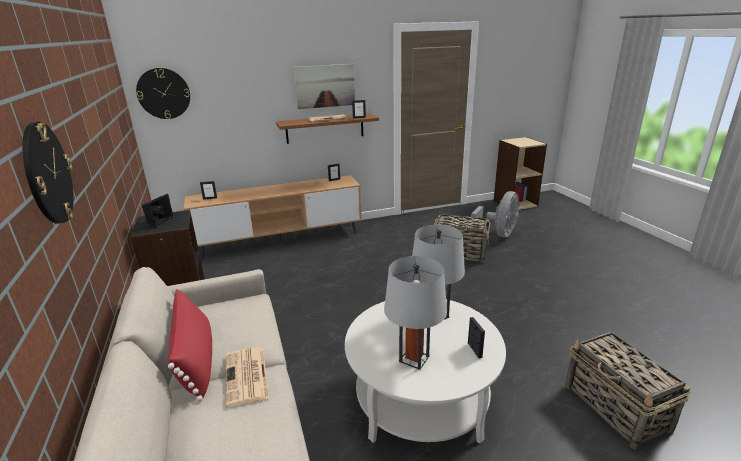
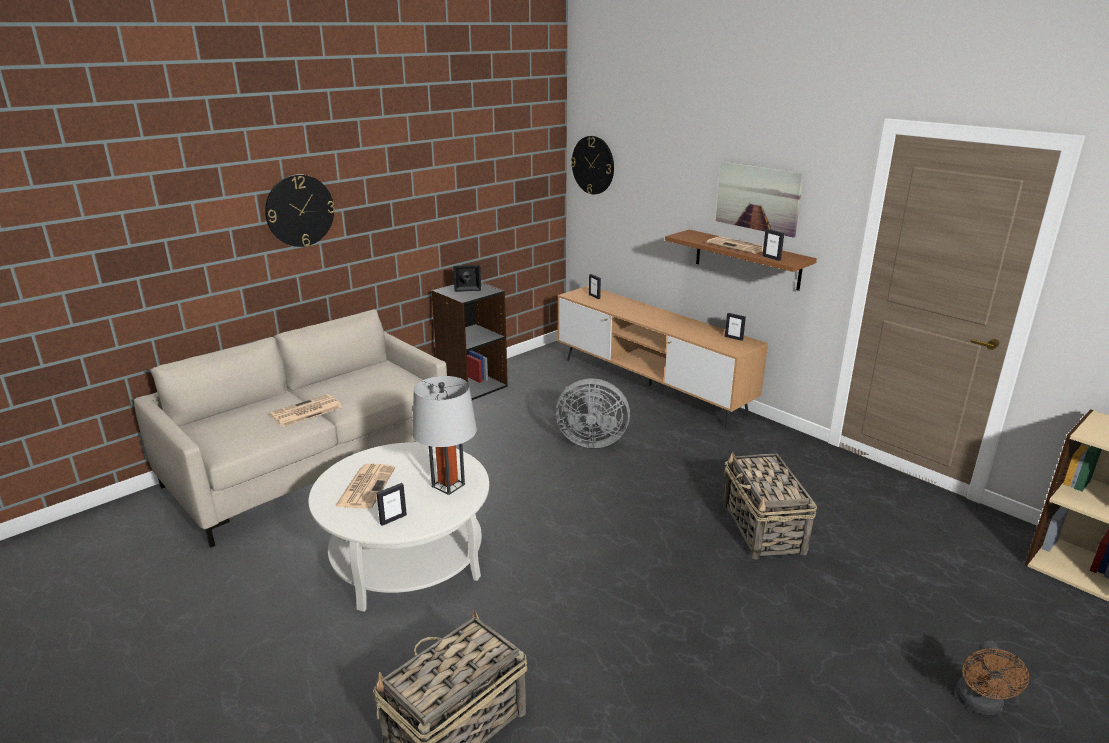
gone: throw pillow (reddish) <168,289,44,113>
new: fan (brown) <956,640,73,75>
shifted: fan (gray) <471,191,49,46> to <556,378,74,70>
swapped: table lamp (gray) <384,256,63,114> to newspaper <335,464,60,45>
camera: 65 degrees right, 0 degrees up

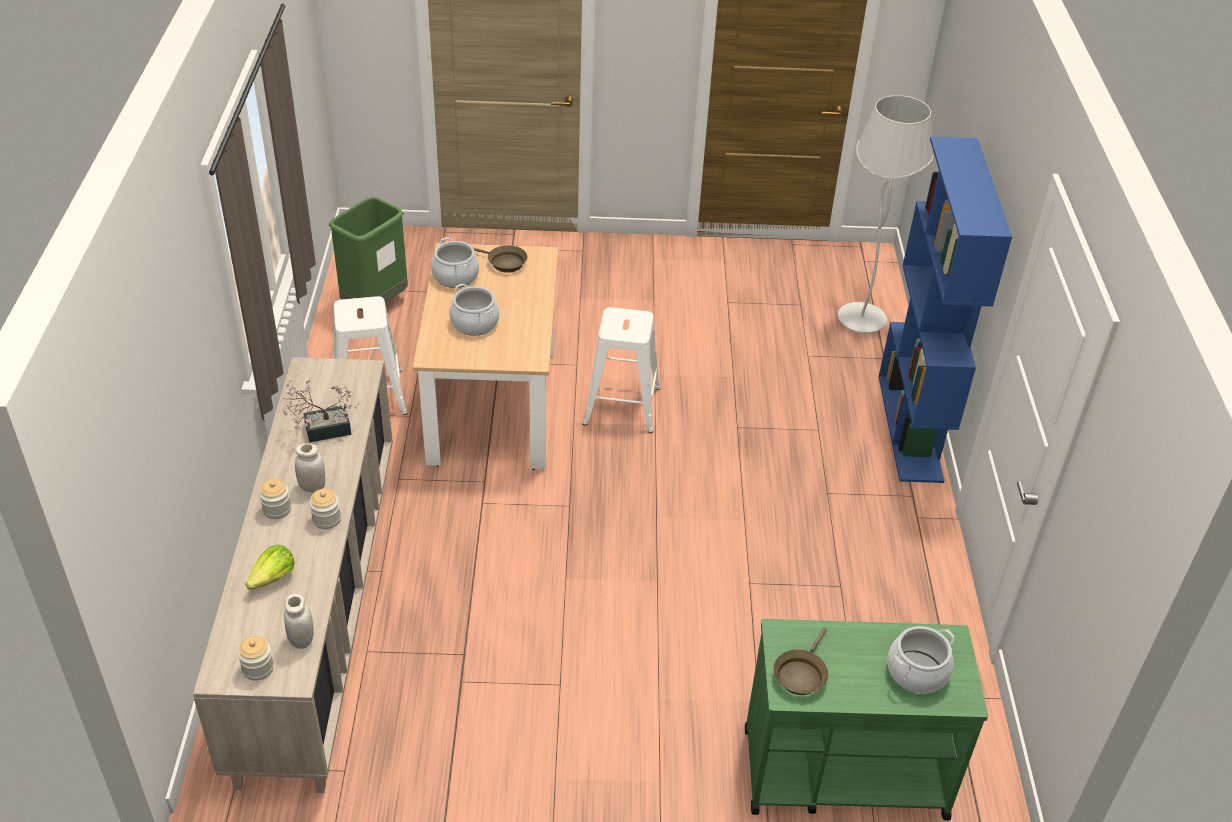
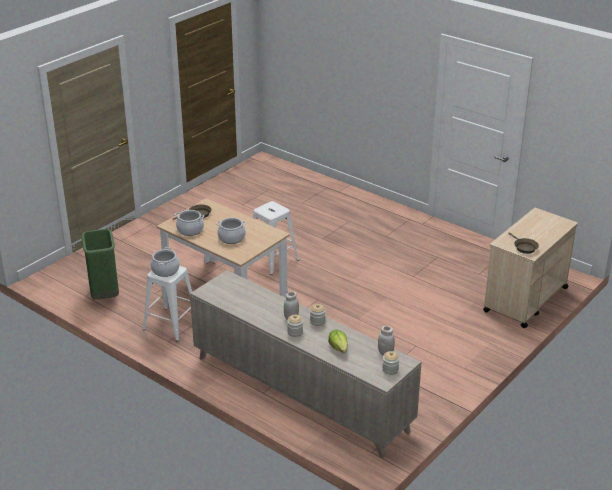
gone: standard lamp (whitish) <838,95,96,239>; shelving unit (blue-coloured) <879,136,133,347>; houseplant <283,380,76,63>
shifted: stockpot <887,626,68,68> to <151,247,29,30>
repainted: trolley (green) <745,619,243,202> to trolley (beige) <483,208,95,120>
camera: 50 degrees left, 10 degrees down

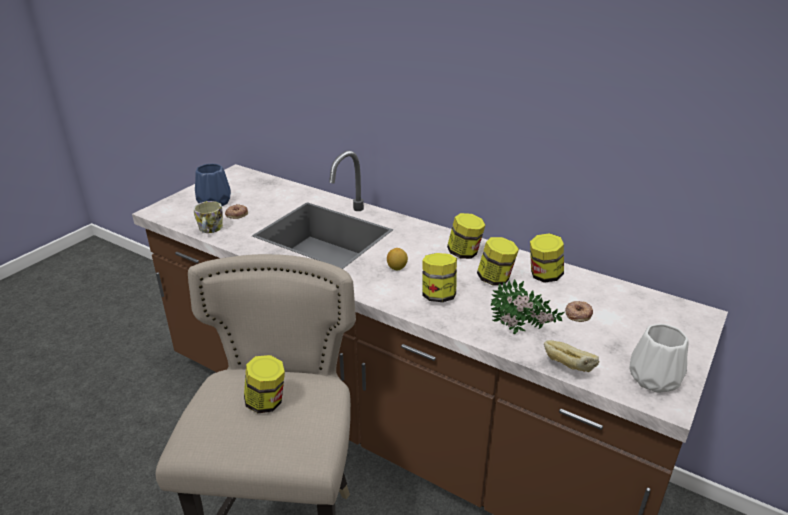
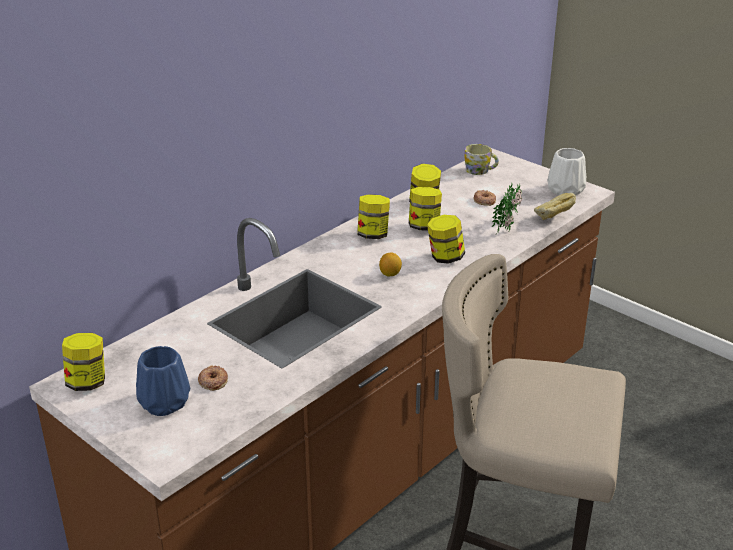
shifted: tea mug <193,201,30,32> to <464,144,35,31>; storage jar <244,355,41,58> to <62,333,43,58>
camera: 80 degrees left, 0 degrees up

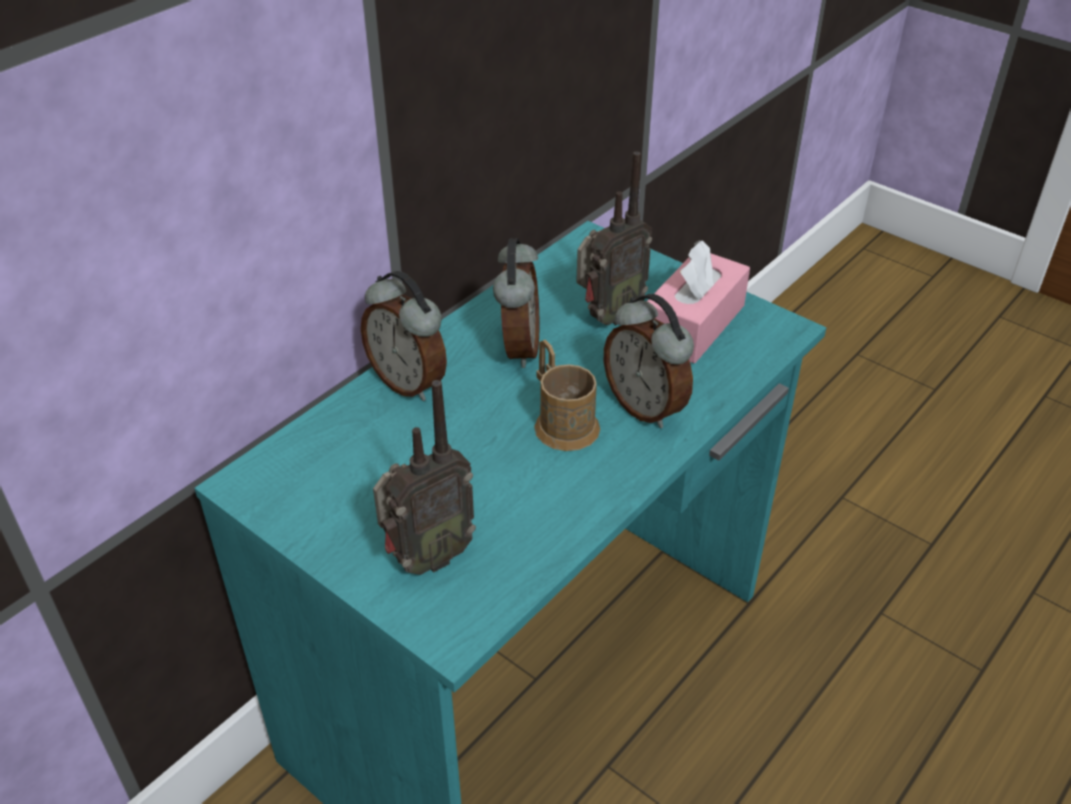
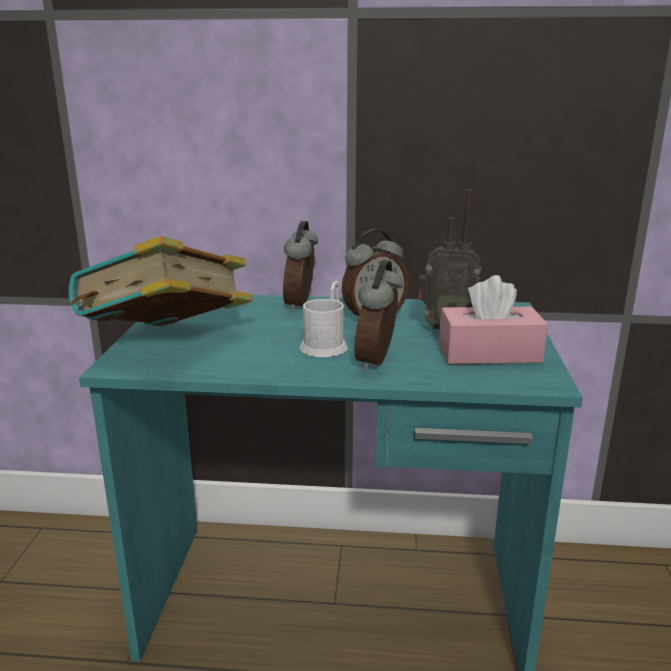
swapped: radio set <373,380,103,195> to book <69,235,183,91>
repainted: tea mug (brown) <534,339,66,112> to tea mug (whitish) <299,281,49,76>
camera: 55 degrees right, 20 degrees down

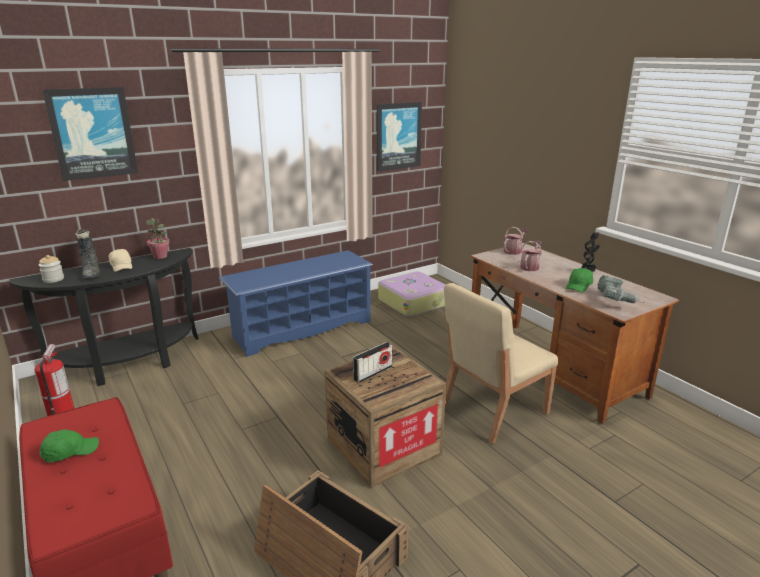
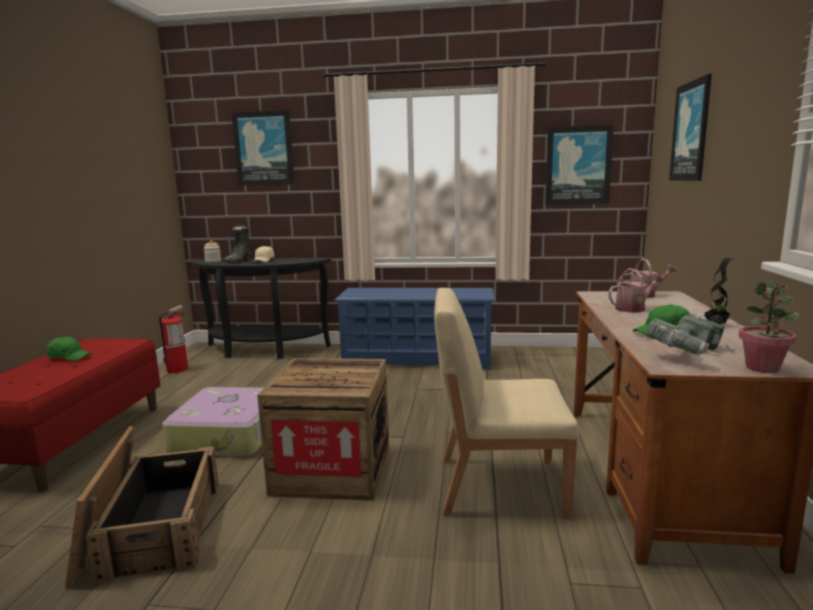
gone: radio set <353,342,39,41>
new: wall picture <669,74,43,107>
shifted: houseplant <146,218,24,41> to <739,280,60,93>; suitcase <378,272,68,45> to <162,387,102,70>
camera: 40 degrees right, 10 degrees down

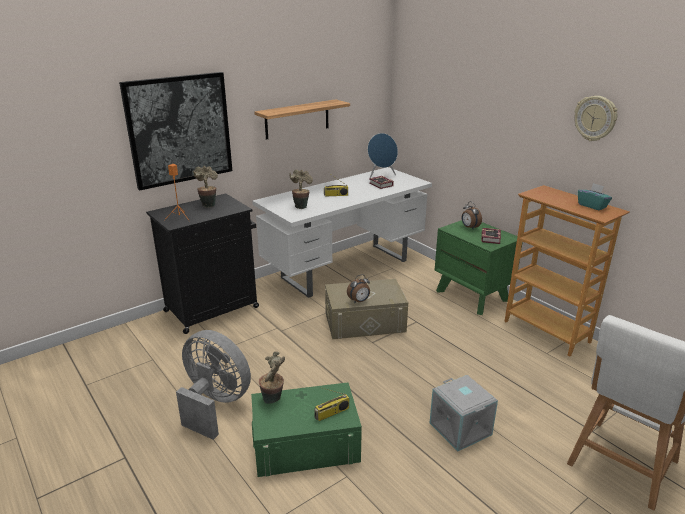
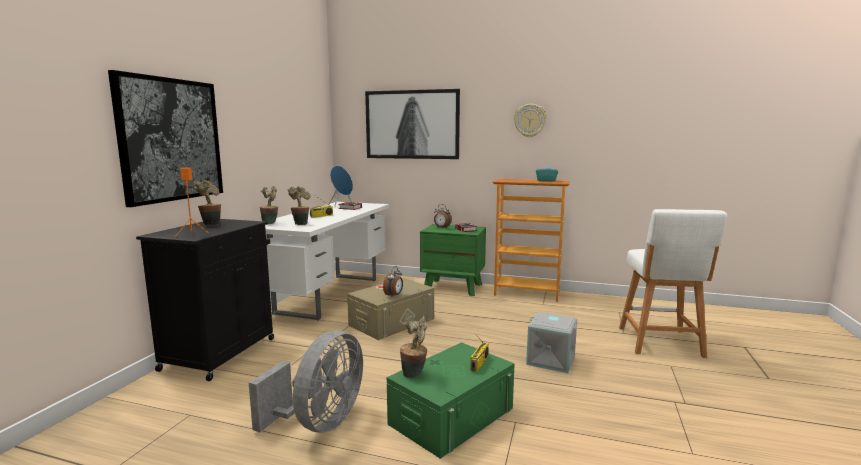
gone: wall shelf <254,99,96,41>
new: wall picture <365,89,95,70>; houseplant <260,186,18,39>
rotated: fan (gray) <176,330,75,110> = <249,330,114,103> 120 degrees clockwise
camera: 35 degrees left, 15 degrees down

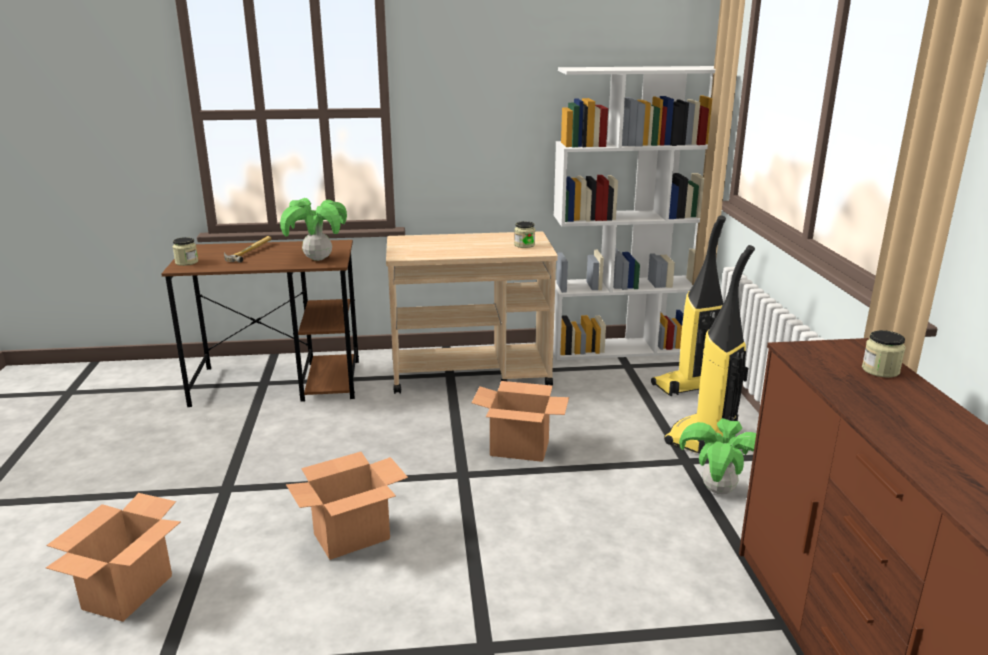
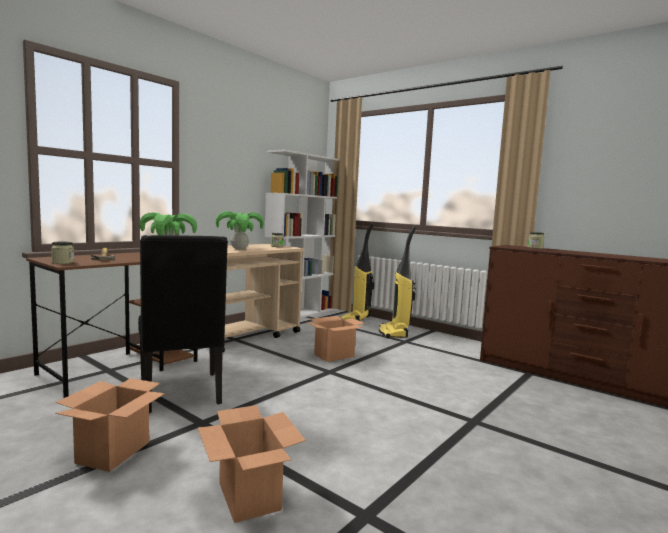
new: chair (black) <138,235,90,178>
shifted: houseplant <679,418,77,76> to <216,211,48,39>; cardboard box <286,452,122,108> to <55,378,110,94>
camera: 45 degrees left, 15 degrees down

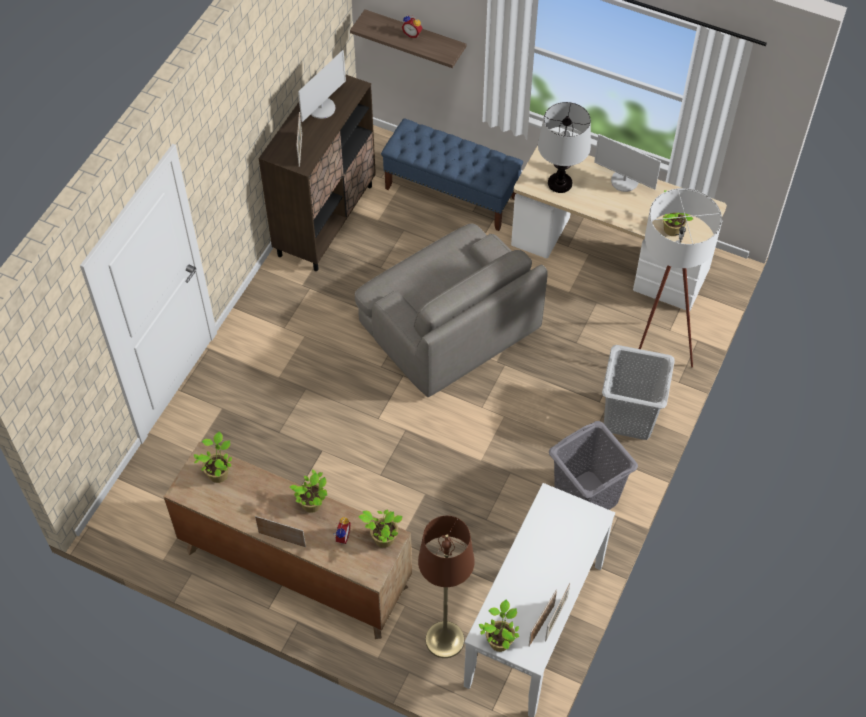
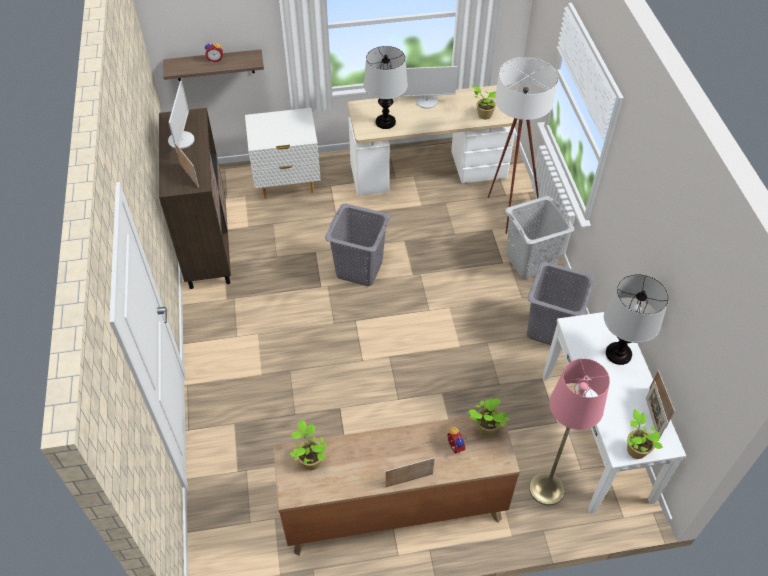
gone: houseplant <290,470,37,43>
new: table lamp <604,274,65,91>
swapped: indoor bench (blue-coloured) <381,118,142,113> to nightstand (whitish) <245,108,76,91>; lounge chair (gray) <355,224,193,173> to laundry basket (gray) <325,204,66,82>
repainted: standard lamp (brown) <418,516,57,142> to standard lamp (pink-coloured) <529,358,81,148>
camera: 35 degrees left, 5 degrees down

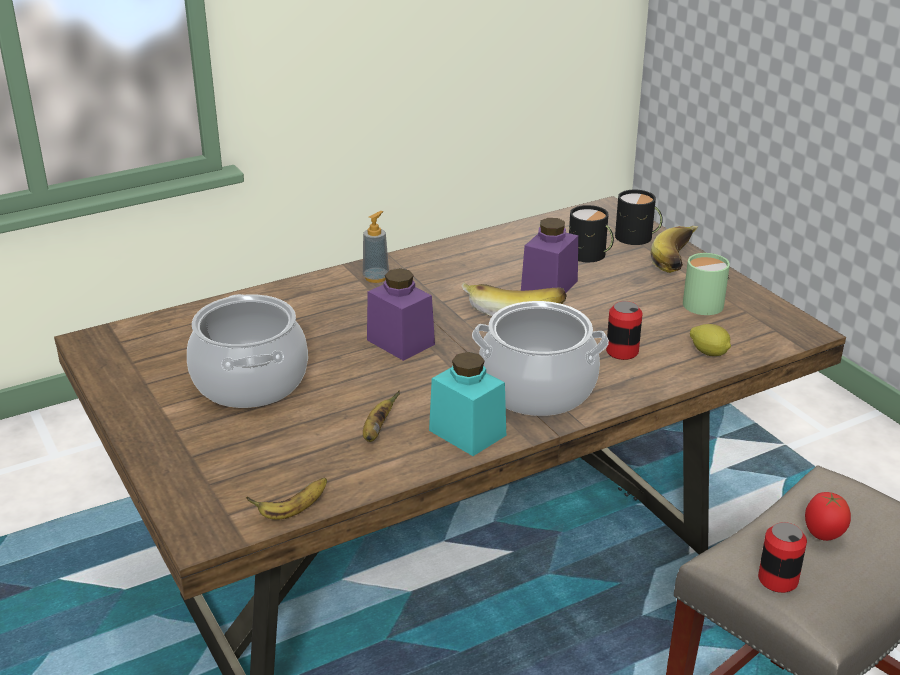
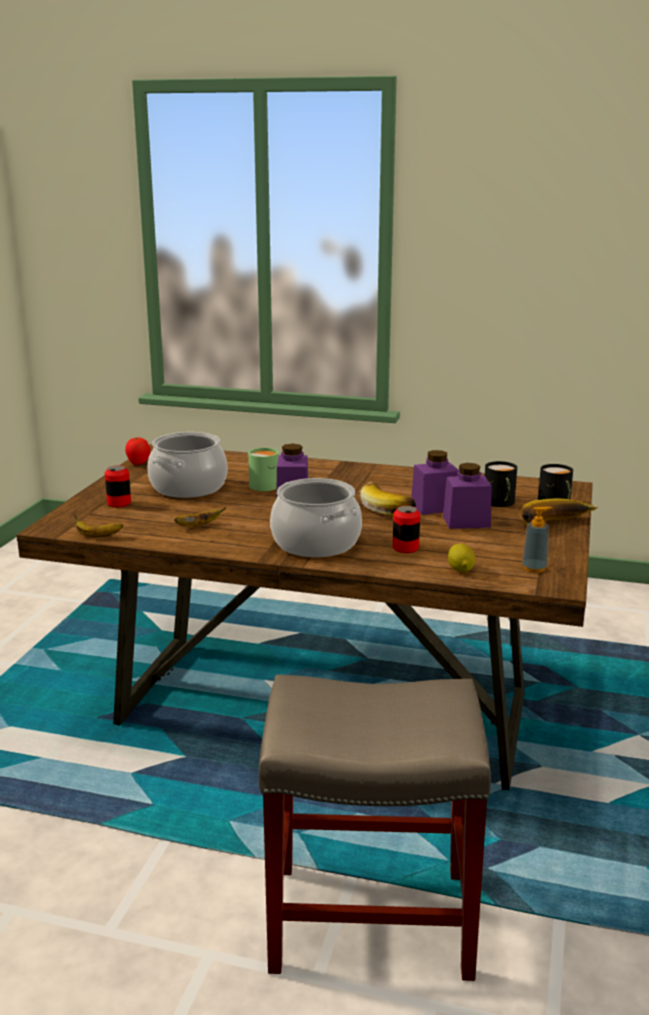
gone: storage jar (blue-green) <429,352,77,104>
new: storage jar (purplish) <443,463,49,66>
shifted: liquid soap bottle <363,211,26,72> to <522,507,30,66>; tea mug (green) <683,253,47,62> to <248,448,31,43>; tomato <805,492,46,49> to <125,437,25,28>; metal can <758,522,49,71> to <105,465,26,42>
camera: 45 degrees right, 10 degrees down

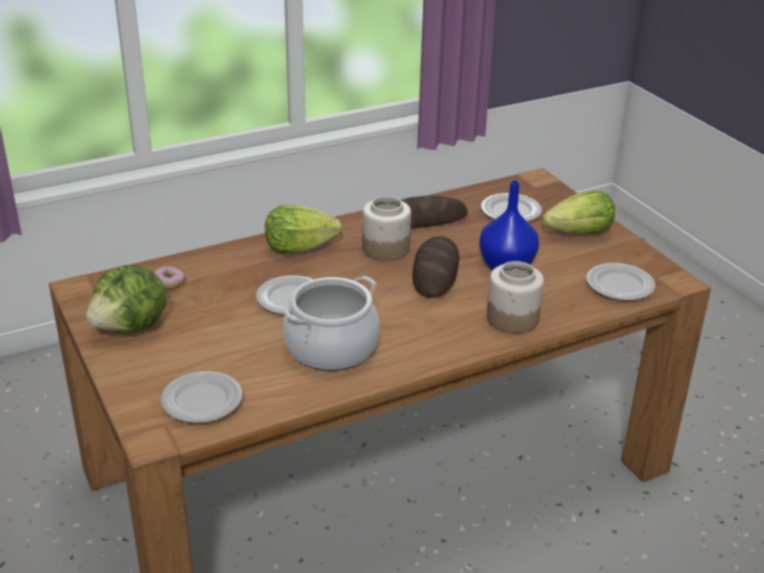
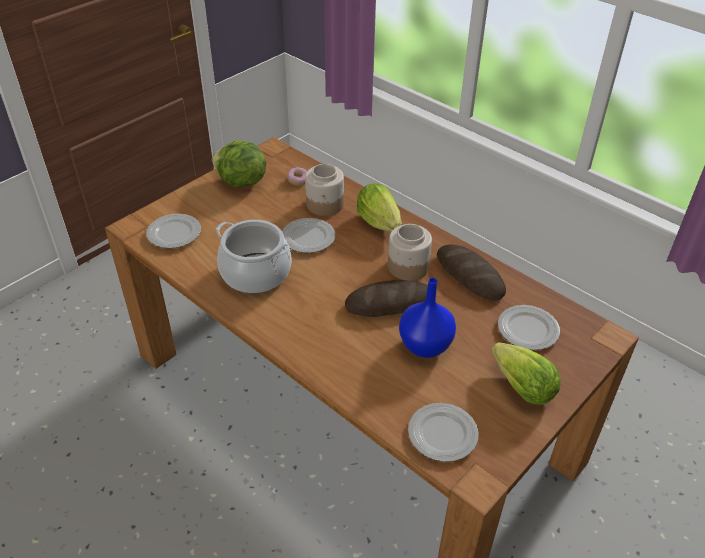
shifted: storage jar <487,261,57,72> to <305,164,39,52>
camera: 70 degrees right, 10 degrees up

